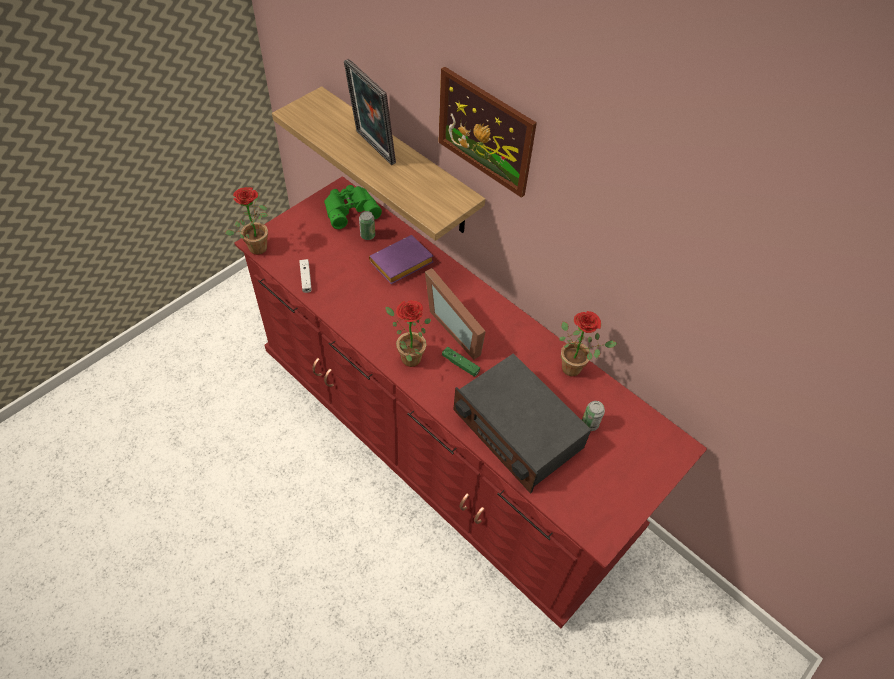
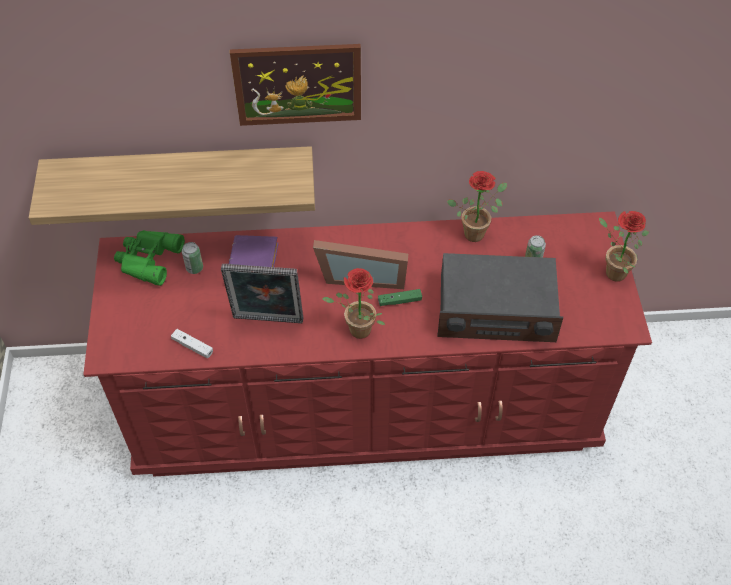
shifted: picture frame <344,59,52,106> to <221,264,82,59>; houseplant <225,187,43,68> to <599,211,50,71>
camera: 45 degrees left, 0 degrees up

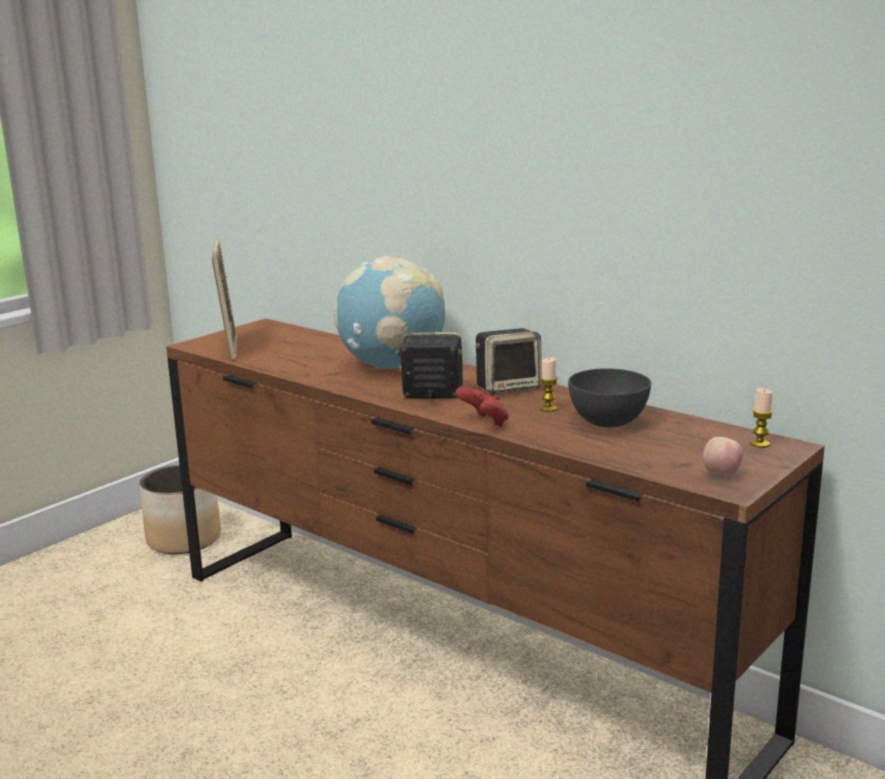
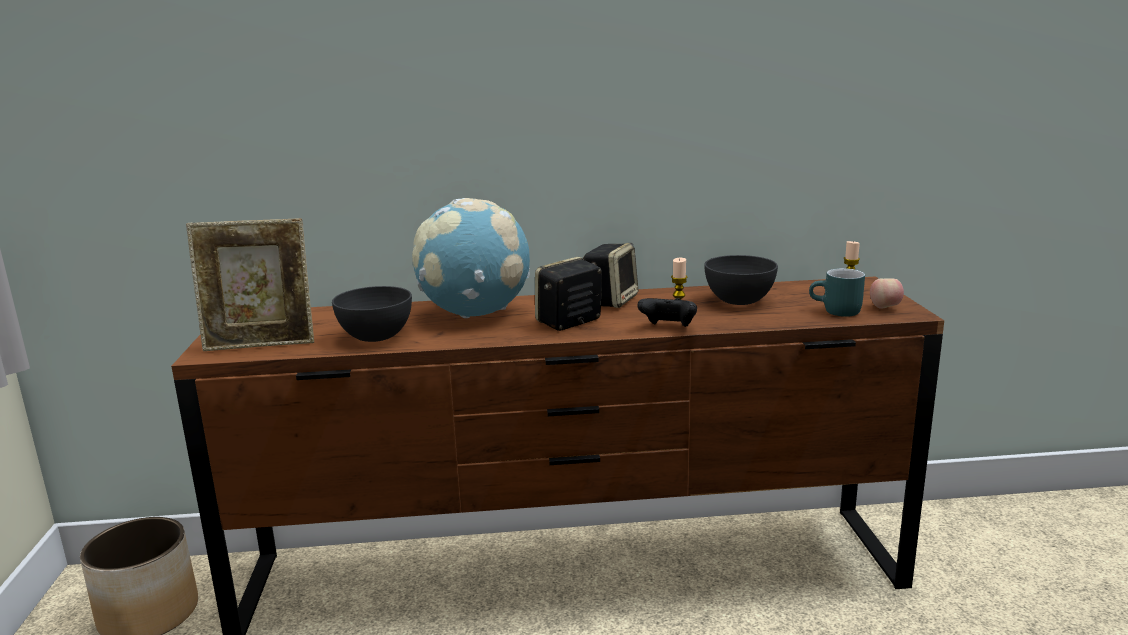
new: tea mug (blue-green) <809,268,56,49>; serving bowl (gray) <332,286,80,56>
repainted: joypad (reddish) <455,386,54,41> to joypad (black) <637,298,60,29>
rotated: picture frame <212,239,25,121> = <186,219,128,132> 135 degrees clockwise
camera: 45 degrees left, 0 degrees up

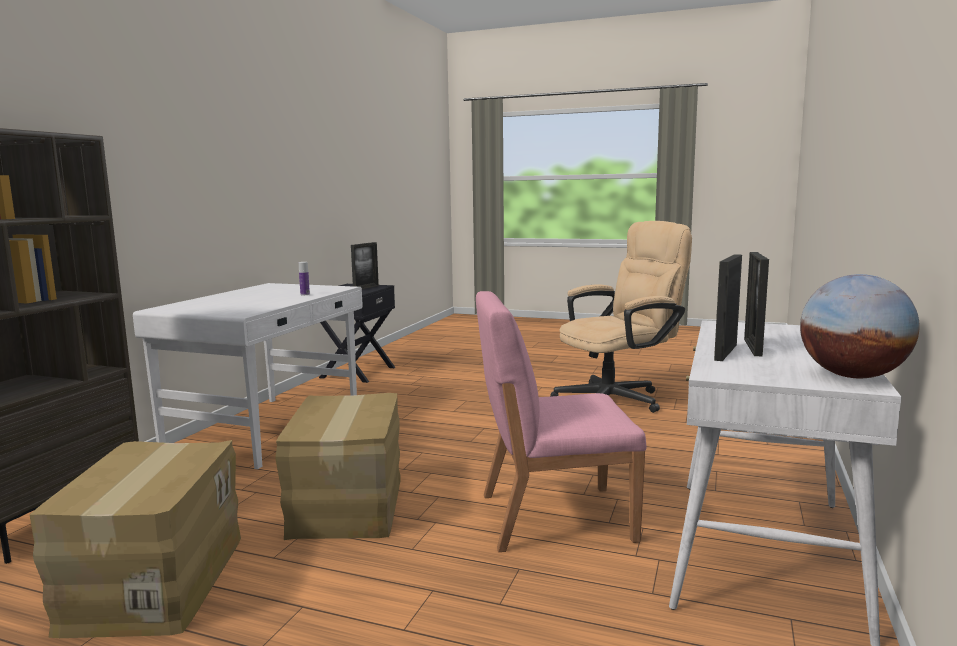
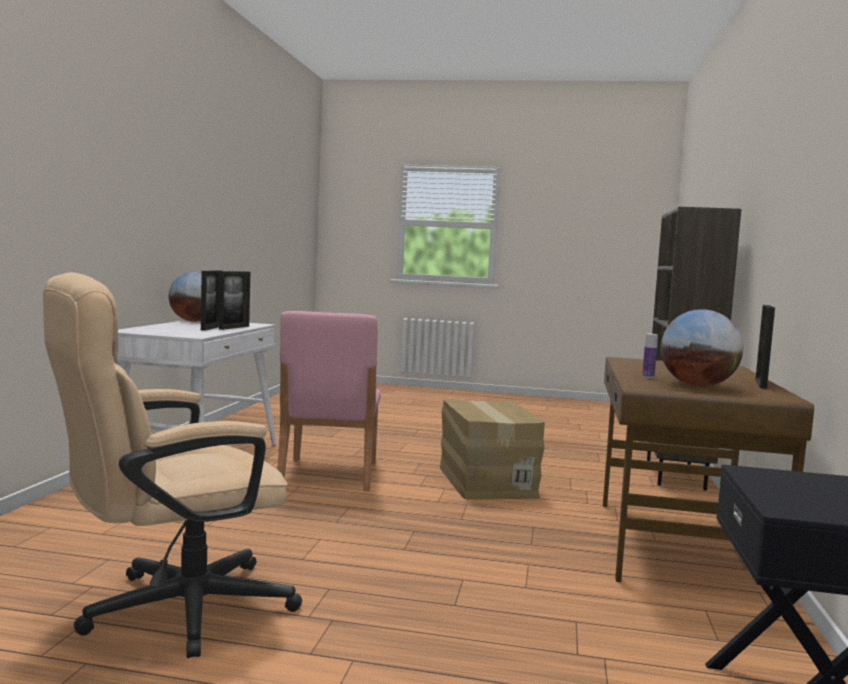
gone: cardboard box <30,440,211,198>
new: globe <661,309,82,78>
shifted: picture frame <351,242,28,47> to <755,305,20,84>
repainted: desk unit (whitish) <133,283,230,186> to desk unit (brown) <603,357,211,235>
rotated: chair (pink-coloured) <476,291,170,261> = <277,311,104,180> 105 degrees clockwise
camera: 170 degrees right, 5 degrees down

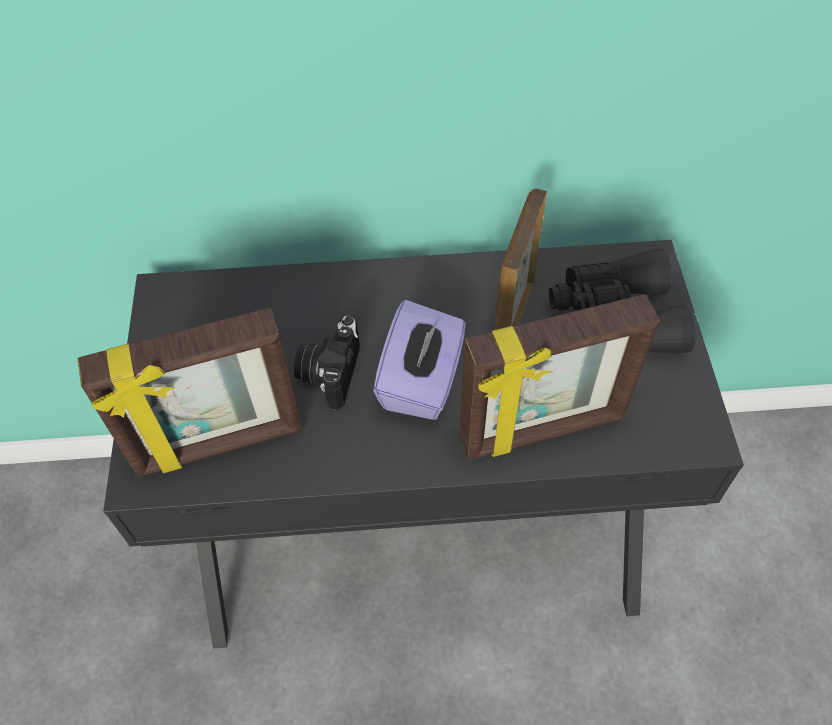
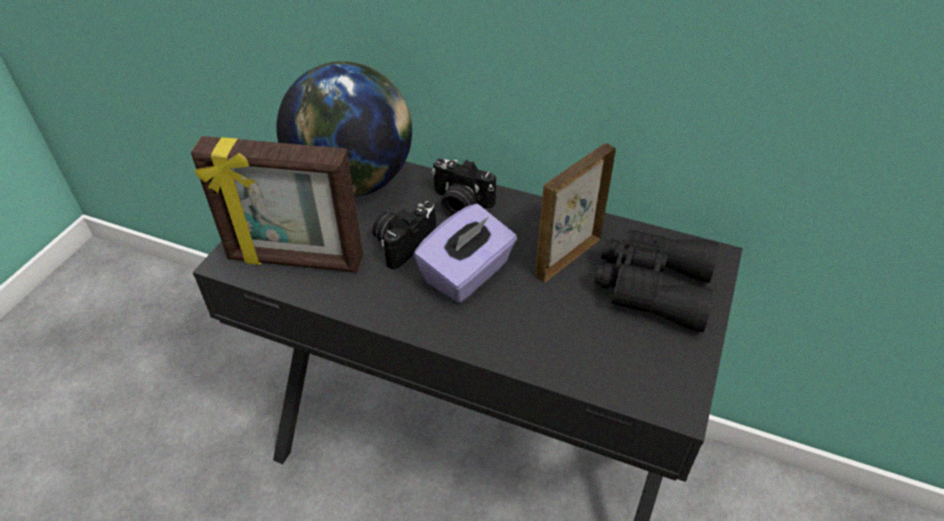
gone: picture frame <459,294,201,166>
new: globe <276,61,136,136>; still camera <432,159,64,57>
camera: 25 degrees right, 10 degrees down

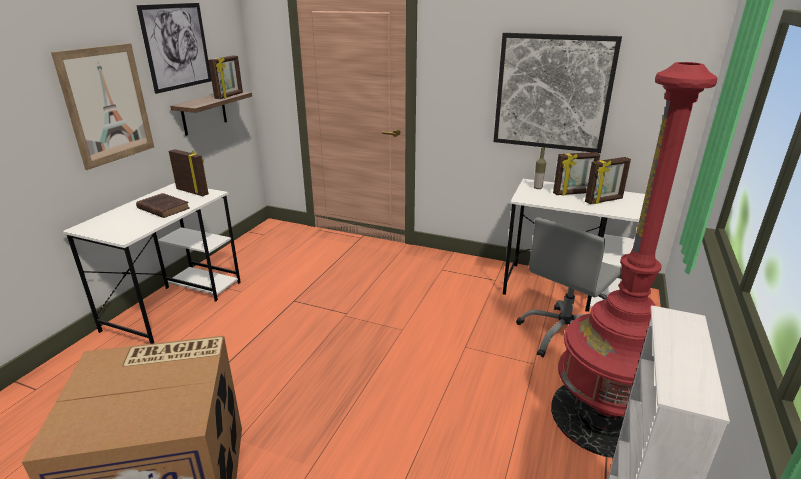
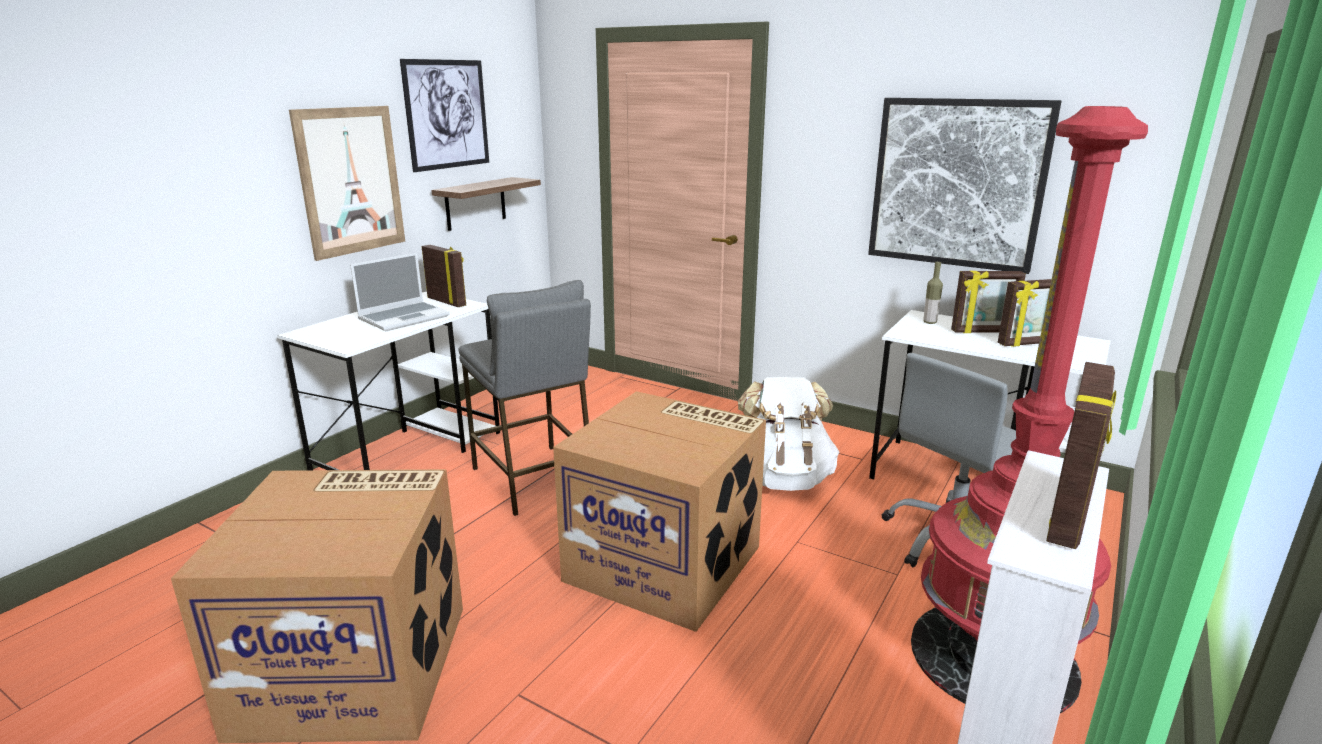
new: stool seat (gray) <458,280,133,236>; knapsack (whitish) <738,377,101,114>; cardboard box <553,391,213,241>
shifted: picture frame <208,55,35,44> to <1046,362,70,187>
swapped: book (brown) <136,193,54,25> to notebook computer <350,253,99,78>
camera: 10 degrees right, 5 degrees down

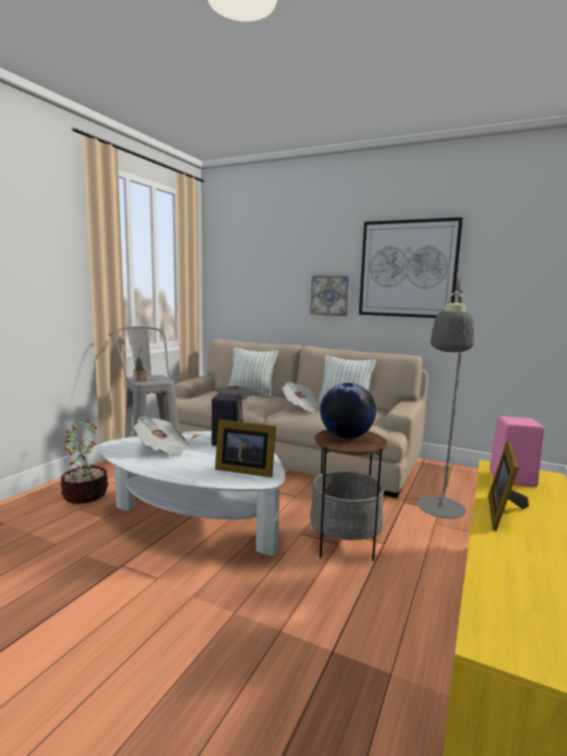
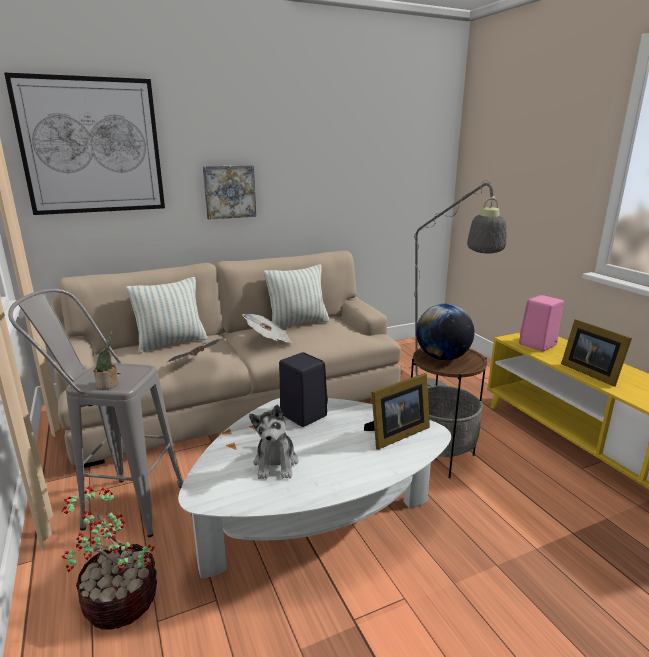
shifted: wall picture <359,217,104,101> to <4,72,161,143>
swapped: newspaper <134,417,55,40> to cuddly toy <249,404,49,75>
camera: 50 degrees left, 10 degrees up

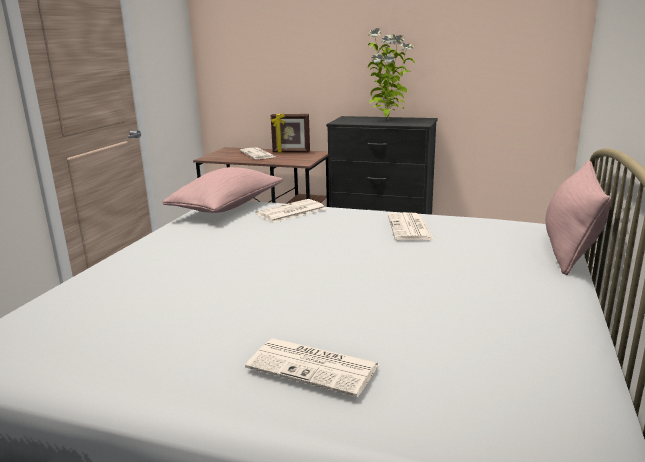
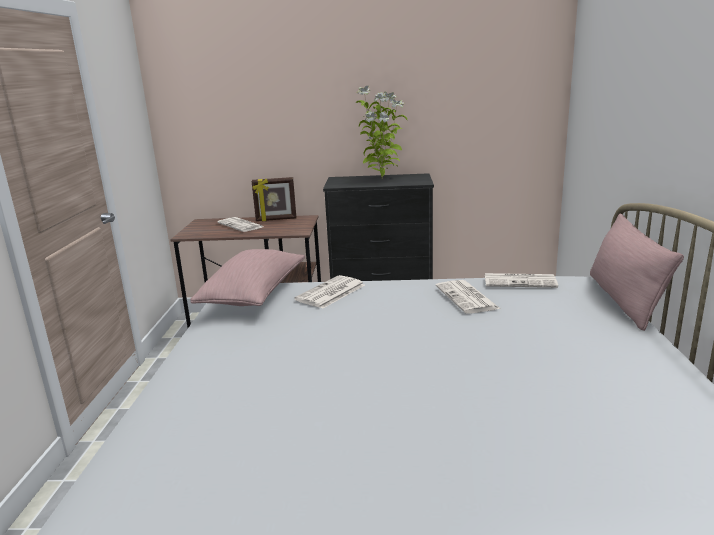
shifted: newspaper <245,338,134,59> to <485,273,73,15>
camera: 15 degrees left, 0 degrees up

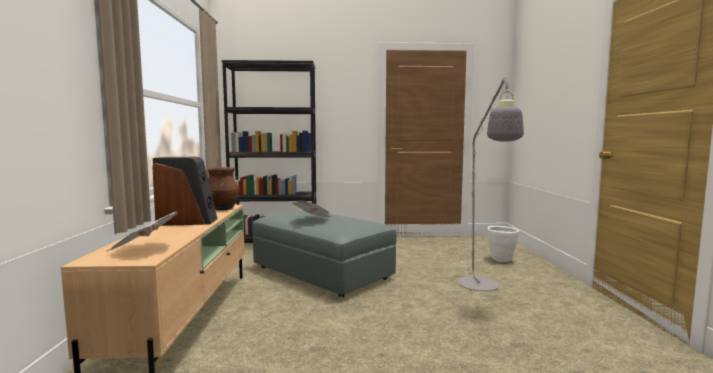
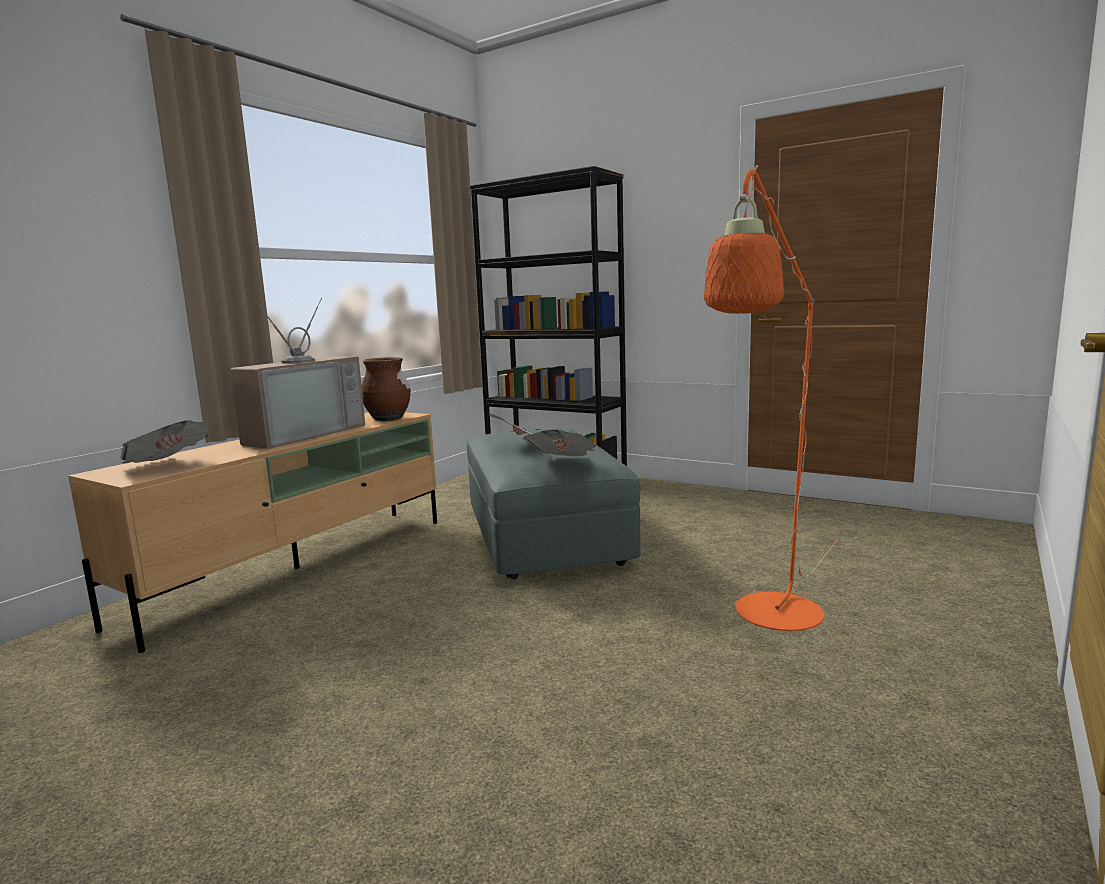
gone: plant pot (whitish) <487,226,32,36>
new: newspaper <523,430,73,26>
swapped: audio speaker <152,157,65,69> to TV <230,298,135,151>
repainted: standard lamp (gray) <454,78,70,213> to standard lamp (orangey) <704,165,134,466>
camera: 35 degrees right, 5 degrees up

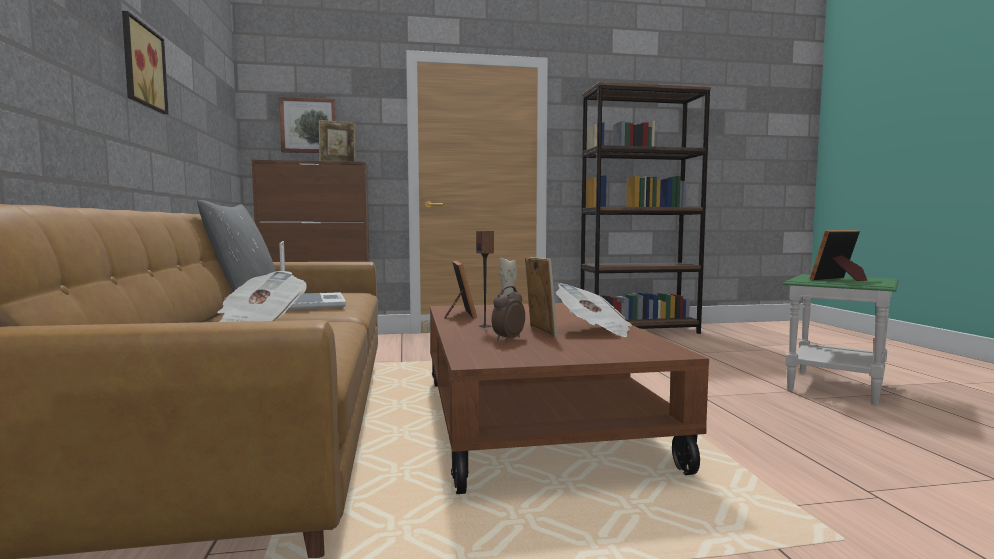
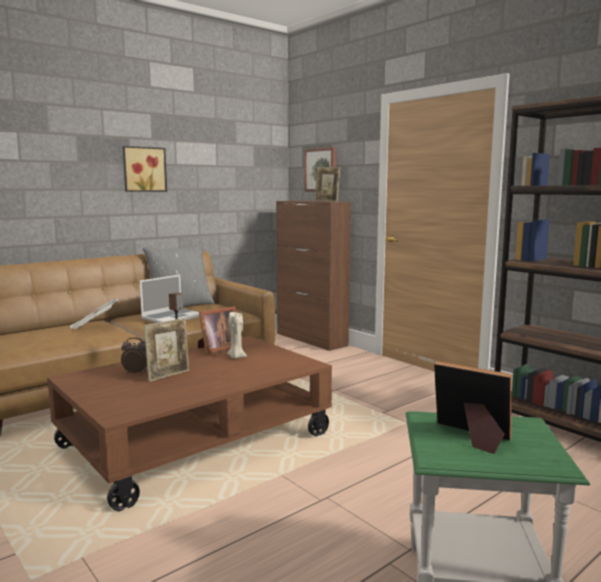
gone: newspaper <556,283,76,54>
camera: 60 degrees right, 5 degrees up

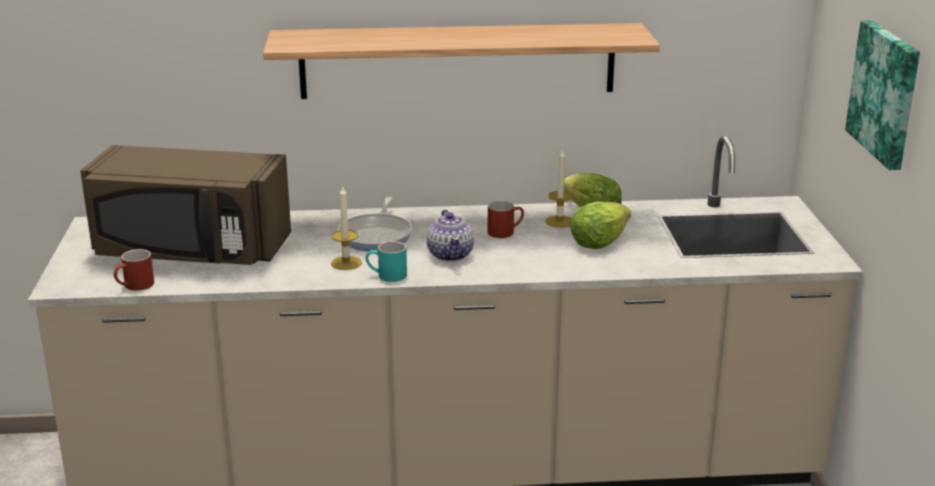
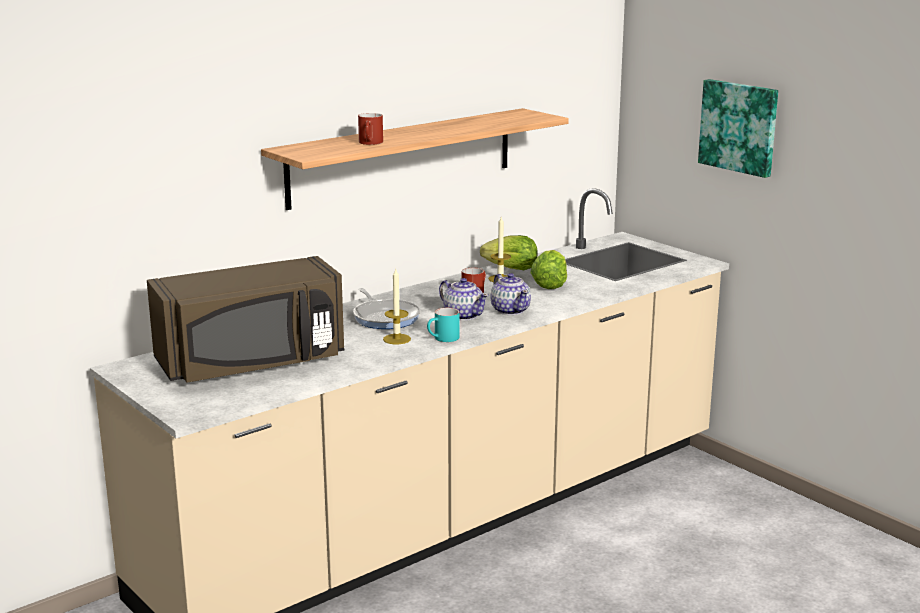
new: pot for tea <491,273,40,42>
shifted: tea mug (reddish) <114,249,40,42> to <358,113,25,32>
camera: 35 degrees left, 5 degrees down

